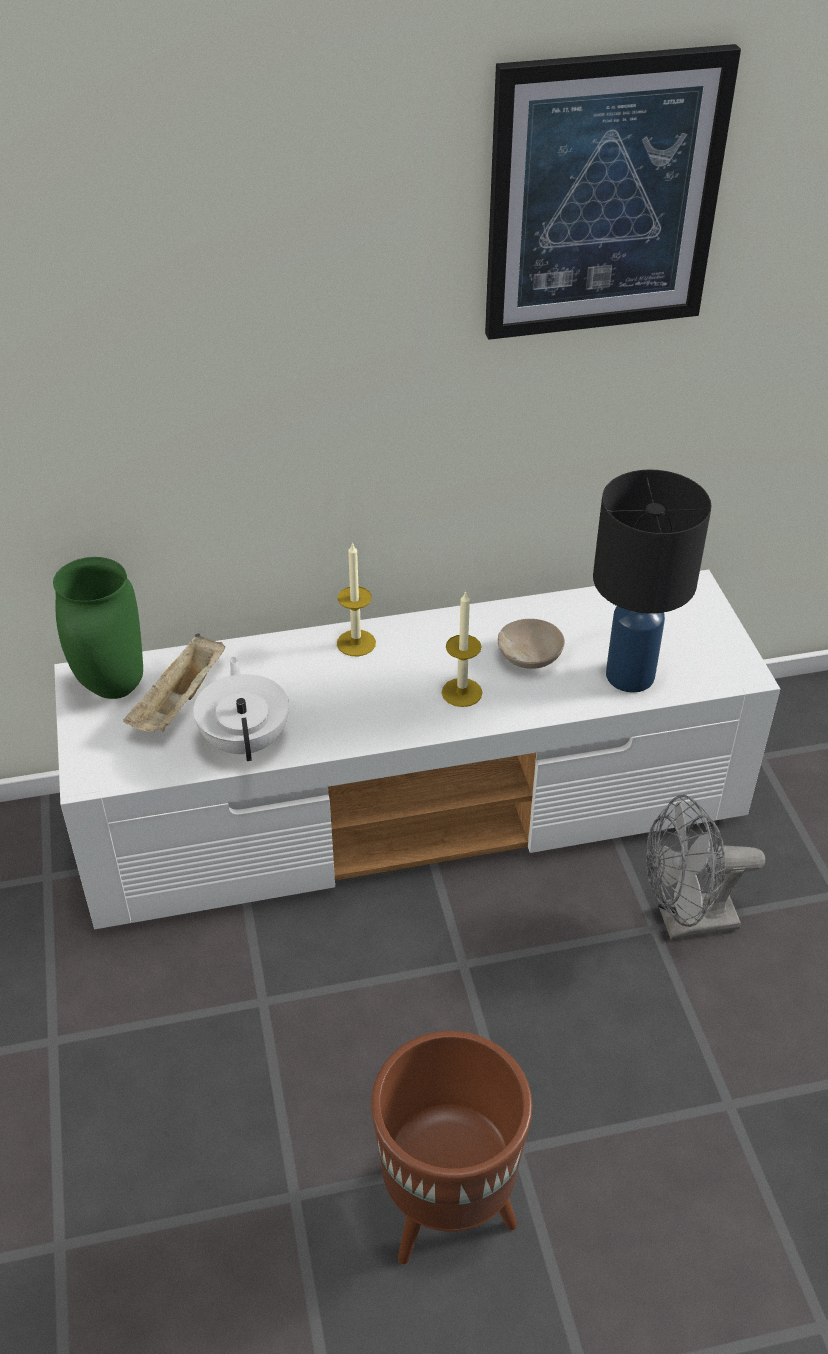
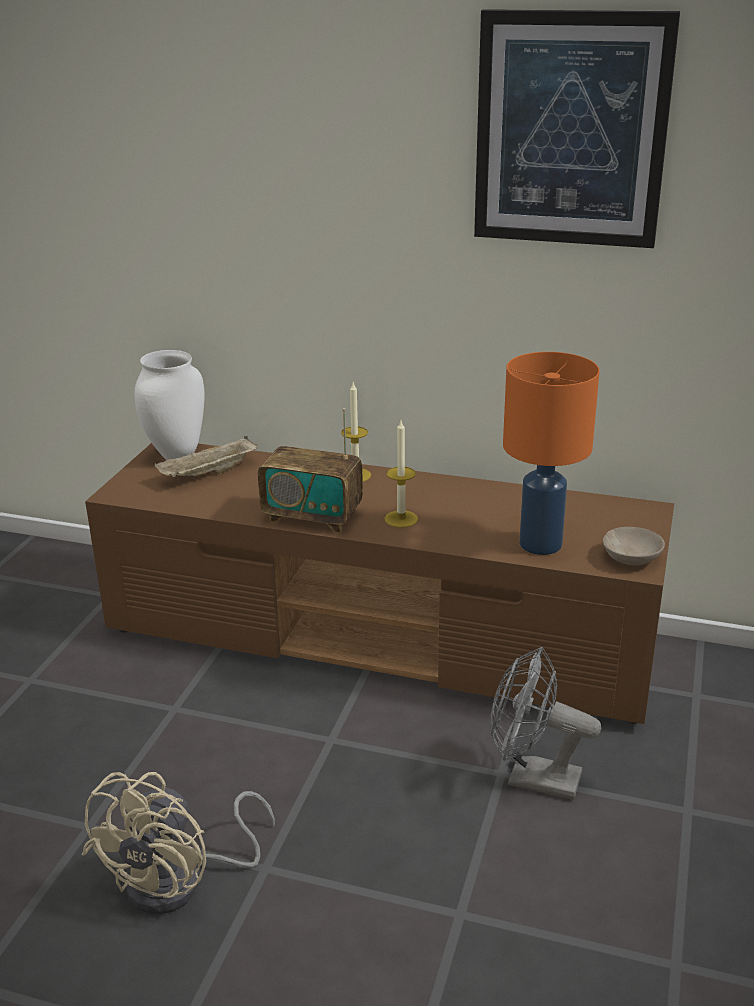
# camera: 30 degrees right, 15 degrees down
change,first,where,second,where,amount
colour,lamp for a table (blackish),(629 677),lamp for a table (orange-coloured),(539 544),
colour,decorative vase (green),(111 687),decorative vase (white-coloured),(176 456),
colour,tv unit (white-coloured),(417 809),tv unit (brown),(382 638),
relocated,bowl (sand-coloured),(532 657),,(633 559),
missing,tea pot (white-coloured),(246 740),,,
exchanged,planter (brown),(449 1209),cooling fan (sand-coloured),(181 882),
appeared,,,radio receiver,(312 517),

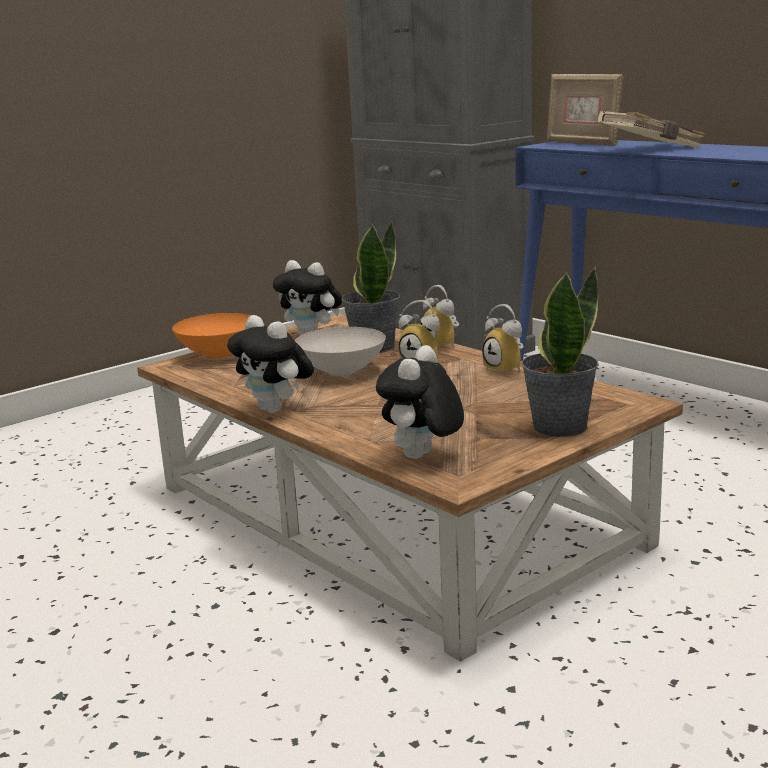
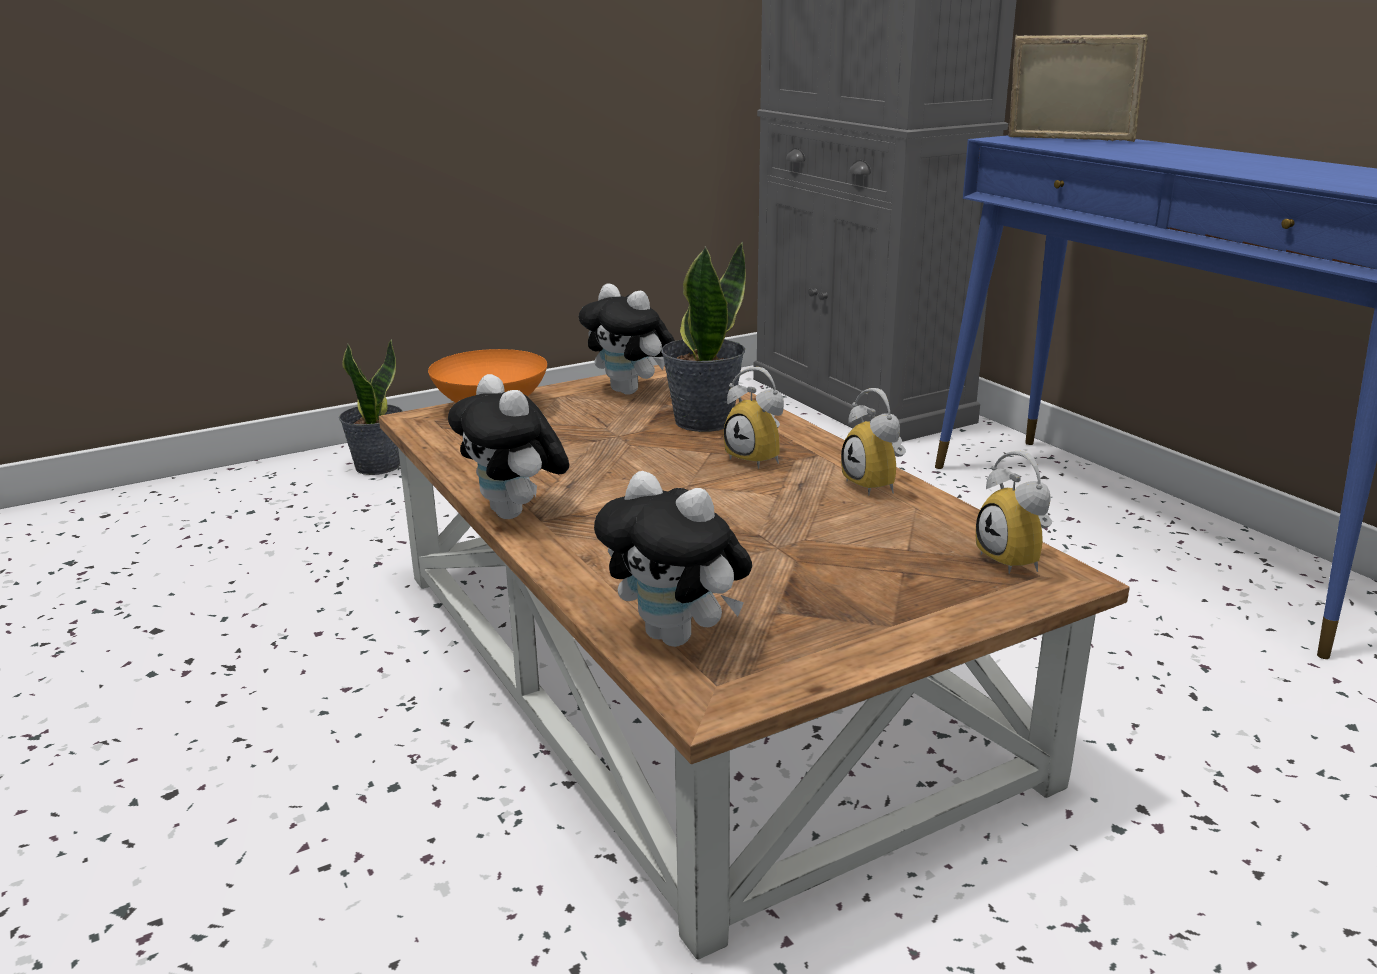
# camera: 10 degrees right, 5 degrees up
change,first,where,second,where,amount
spun,standing frame,(582 143),,(1069 140),150 degrees clockwise
missing,volume (sand-coloured),(651 149),,,
relocated,houseplant,(558 426),,(377 466),
relocated,alarm clock,(444 345),,(1018 560),
missing,bowl (white-coloured),(343 372),,,
spun,cuddly toy,(422 457),,(678 637),90 degrees counterclockwise

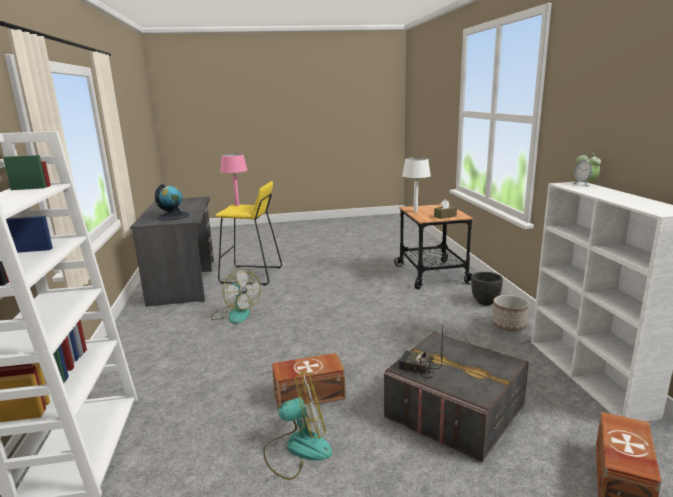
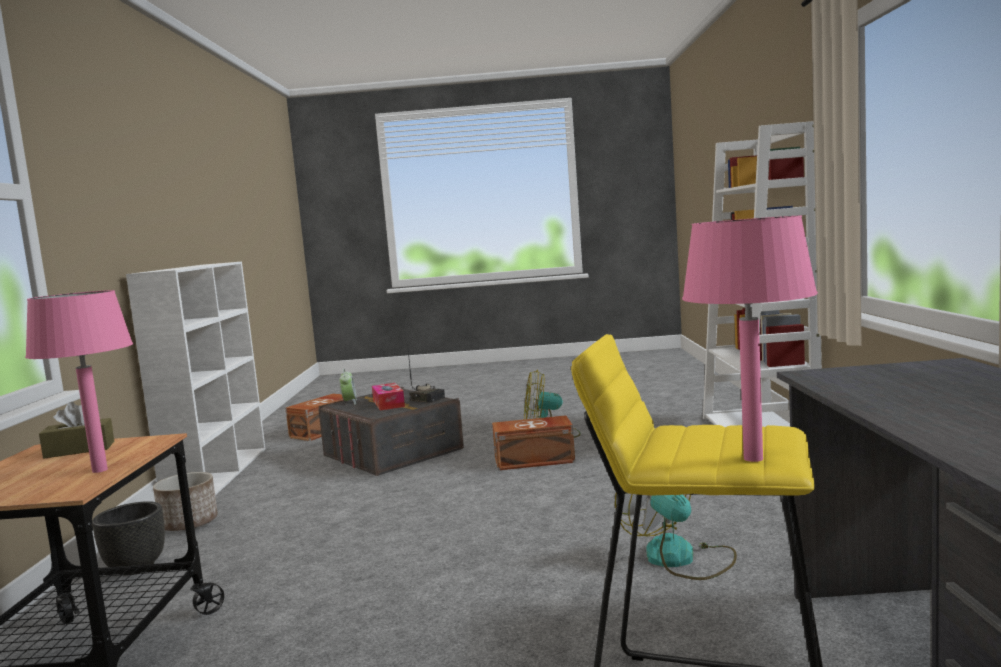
# camera: 170 degrees left, 10 degrees down
change,first,where,second,where,amount
relocated,alarm clock,(584 184),,(349 402),
colour,lamp for a table (white-coloured),(415 211),lamp for a table (pink-coloured),(100 470),
missing,world globe,(173 216),,,
appeared,,,tissue box,(388 403),

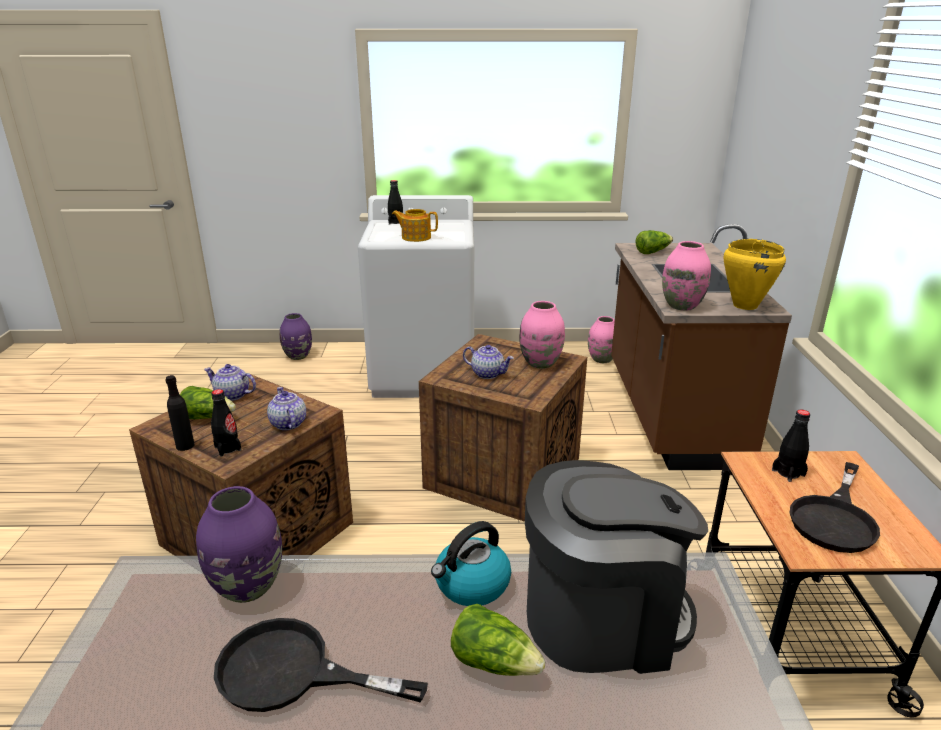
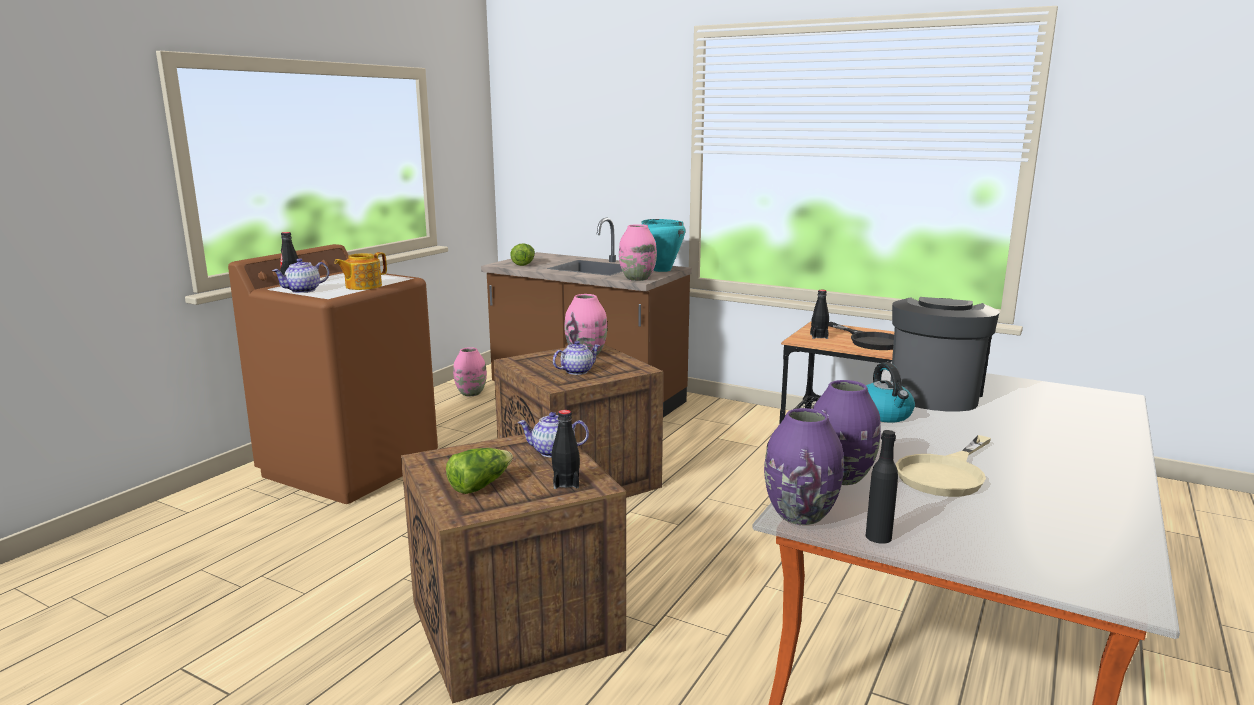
# camera: 60 degrees left, 10 degrees down
change,first,where,second,where,amount
colour,laundry machine (white-coloured),(424 374),laundry machine (brown),(351 466),
colour,stockpot (yellowish),(744 305),stockpot (turquoise),(661 270),
relocated,decorative vase (purple-coloured),(298 356),,(800 514),
relocated,tea pot,(232 395),,(303 290),
relocated,bottle (blackish),(185 445),,(878 537),
missing,lettuce,(494 662),,,
colour,skillet (blackish),(292 673),skillet (sand-coloured),(946 474),

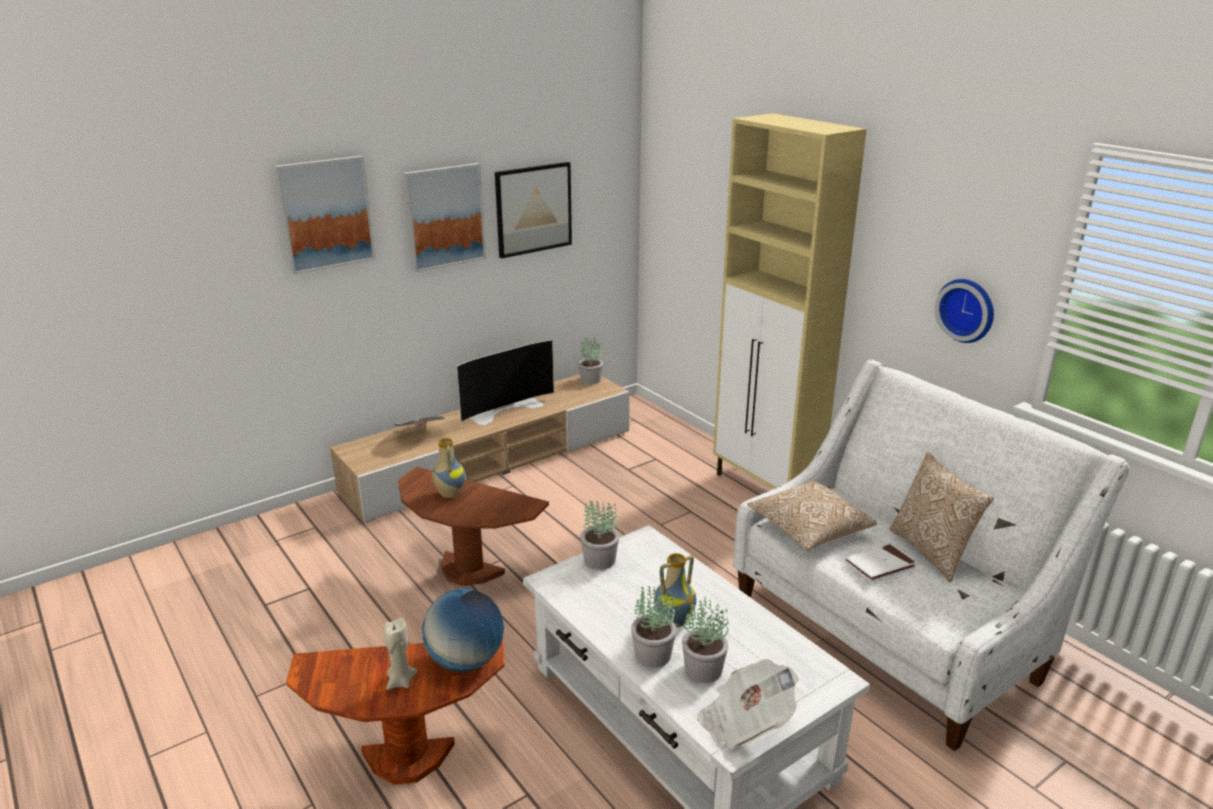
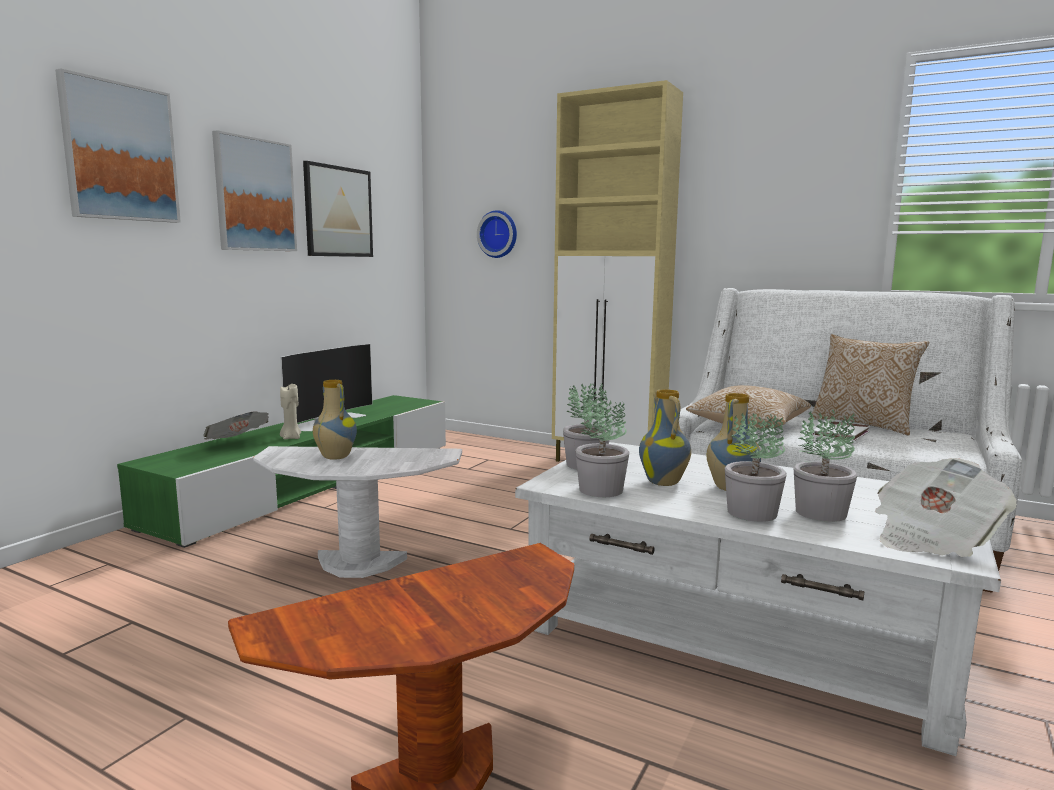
# camera: 25 degrees left, 15 degrees down
change,first,where,second,where,amount
relocated,clock on the wall,(967 309),,(498 234),
relocated,houseplant,(590 380),,(600 489),
colour,tv unit (sand-coloured),(492 461),tv unit (green),(315 482),
colour,side table (brown),(468 571),side table (white-coloured),(358 564),
missing,world globe,(466 661),,,
relocated,wax light (sand-coloured),(400 681),,(290 438),
appeared,,,decorative vase,(664 483),

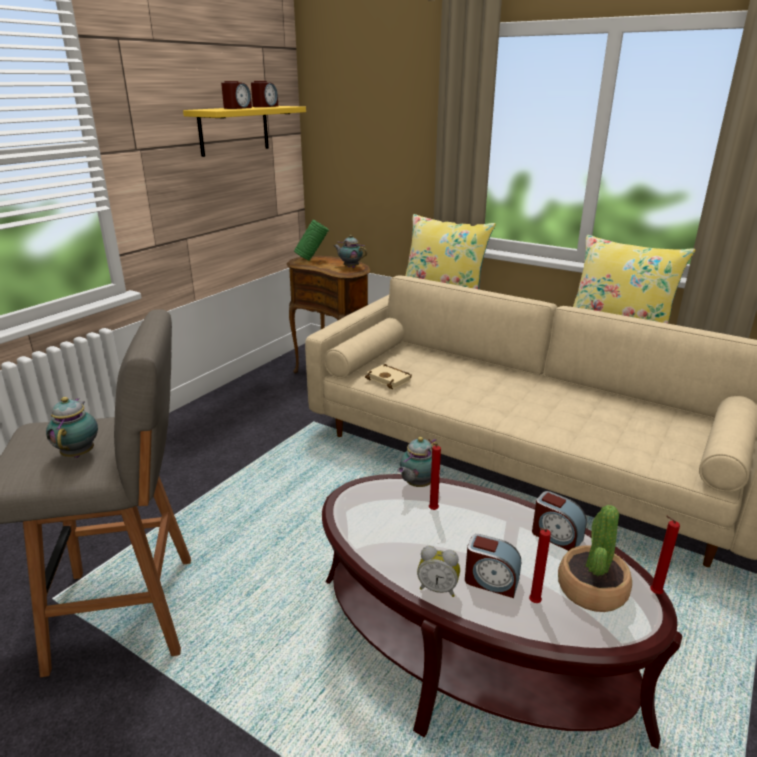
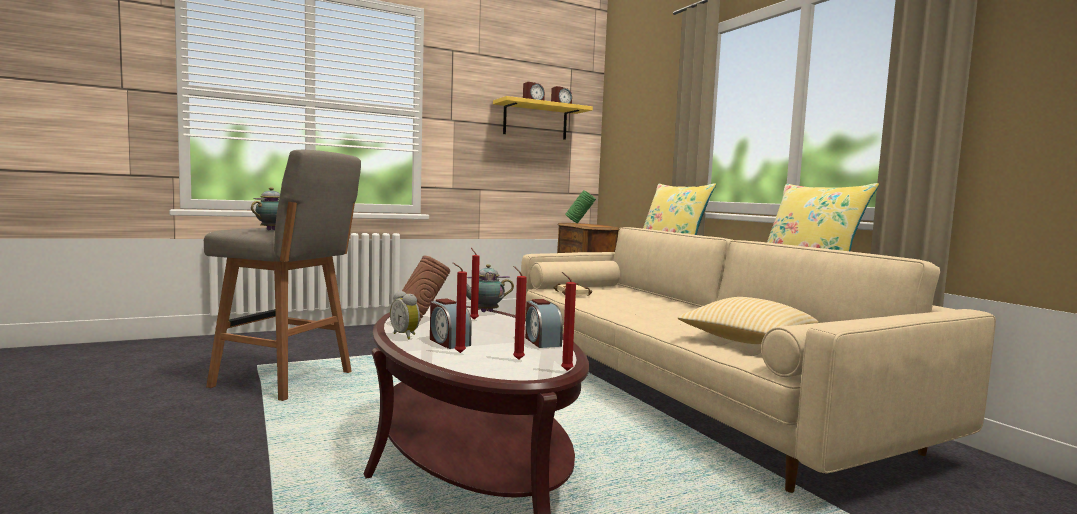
# camera: 30 degrees right, 20 degrees down
change,first,where,second,where,amount
missing,tea pot,(350 267),,,
exchanged,houseplant,(591 589),wax light (red-coloured),(517 359),
appeared,,,decorative vase (brown),(420 321),
appeared,,,throw pillow,(746 341),

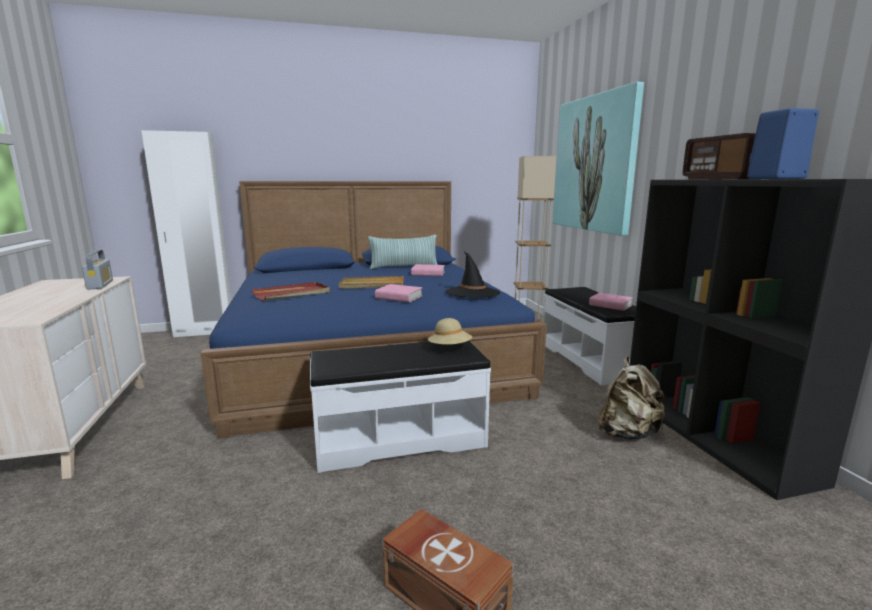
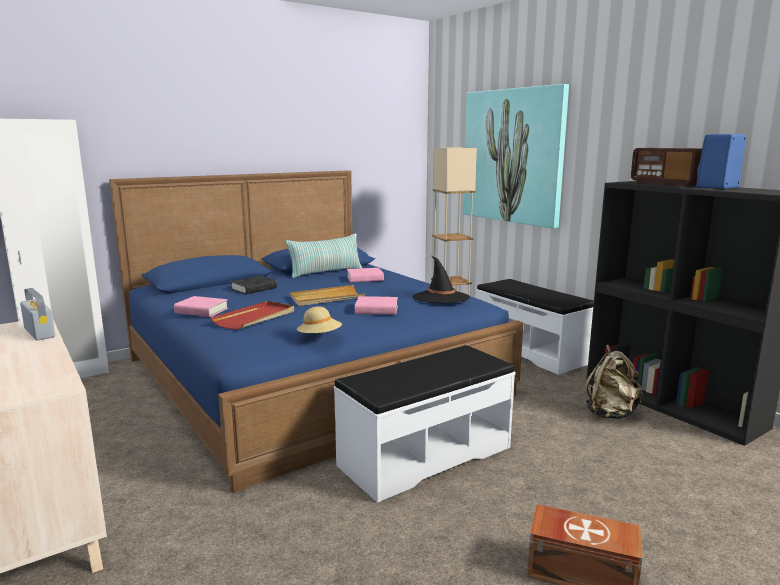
# camera: 20 degrees left, 0 degrees up
change,first,where,second,where,amount
relocated,volume (pink-coloured),(610 305),,(201 311),
relocated,hat (sand-coloured),(450 348),,(319 337),
appeared,,,volume (blackish),(254 289),

